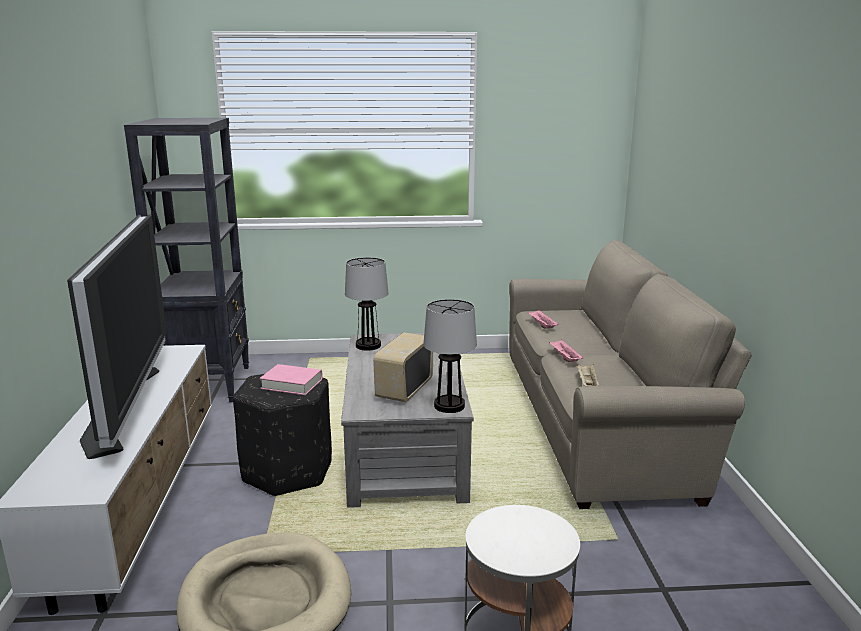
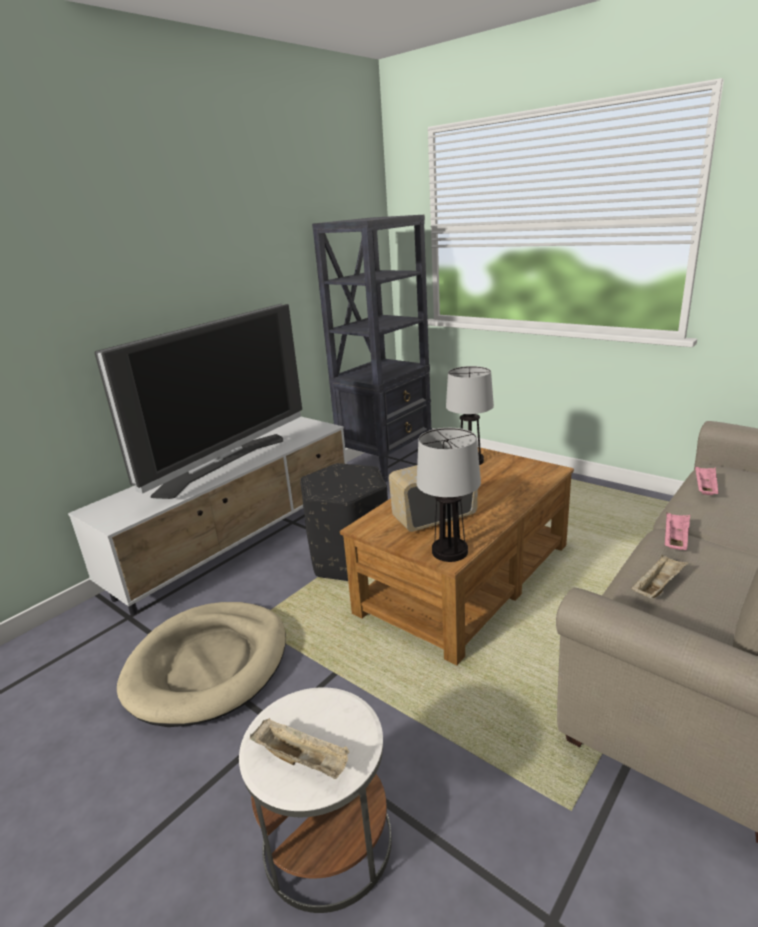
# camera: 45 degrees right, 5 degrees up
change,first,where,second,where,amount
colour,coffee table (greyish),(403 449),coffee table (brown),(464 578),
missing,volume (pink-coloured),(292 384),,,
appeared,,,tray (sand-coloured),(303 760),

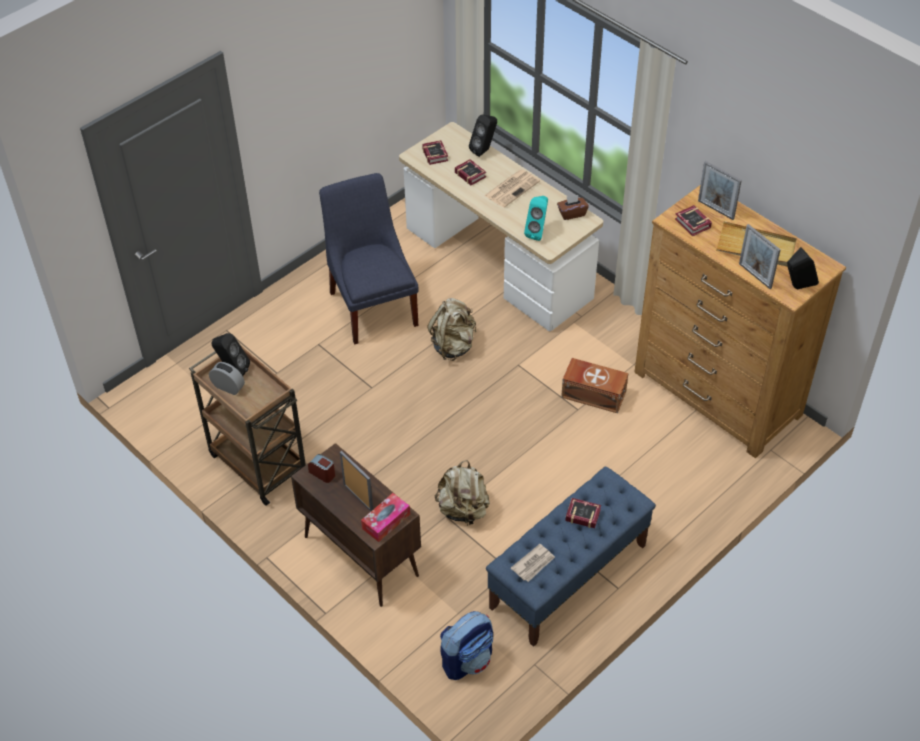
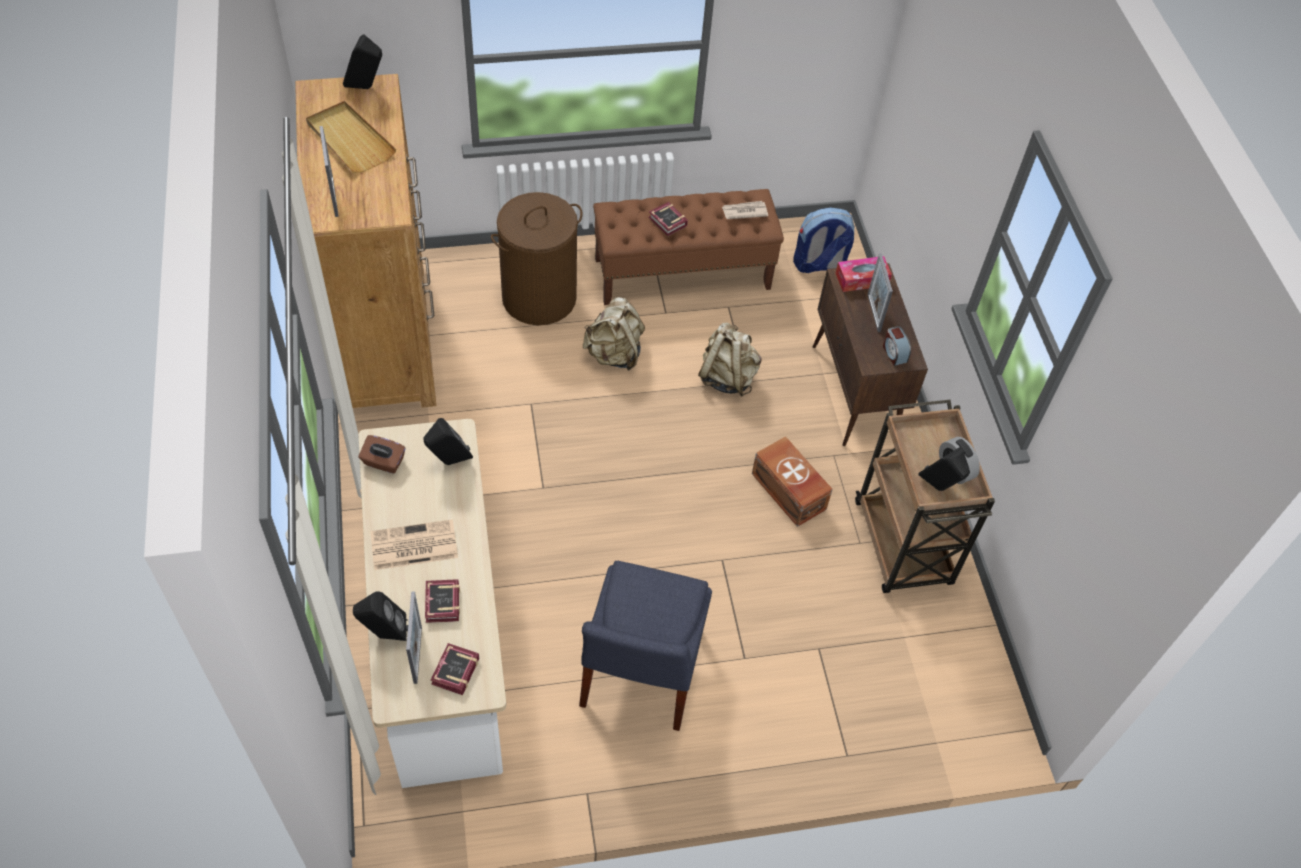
# camera: 150 degrees left, 5 degrees up
change,first,where,second,where,amount
colour,audio speaker (turquoise),(537 232),audio speaker (blackish),(449 462),
missing,volume,(693 224),,,
relocated,standing frame,(755 276),,(417 655),
relocated,knapsack (sand-coloured),(453 345),,(614 354),
relocated,storage bin (brown),(593 393),,(788 492),
colour,long seat (bluish),(568 577),long seat (brown),(683 274),
appeared,,,laundry basket (brown),(539 297),

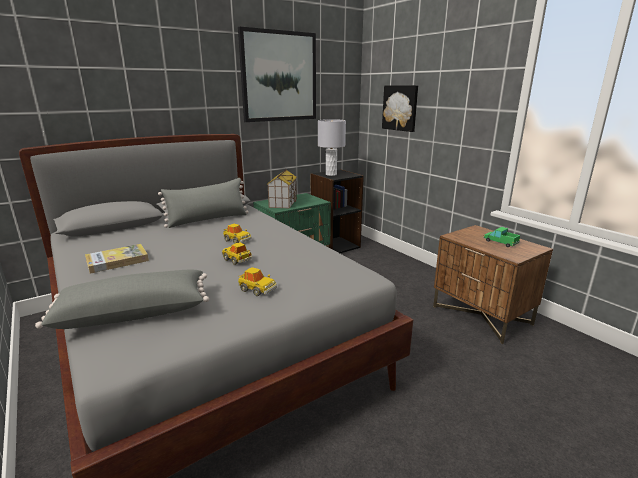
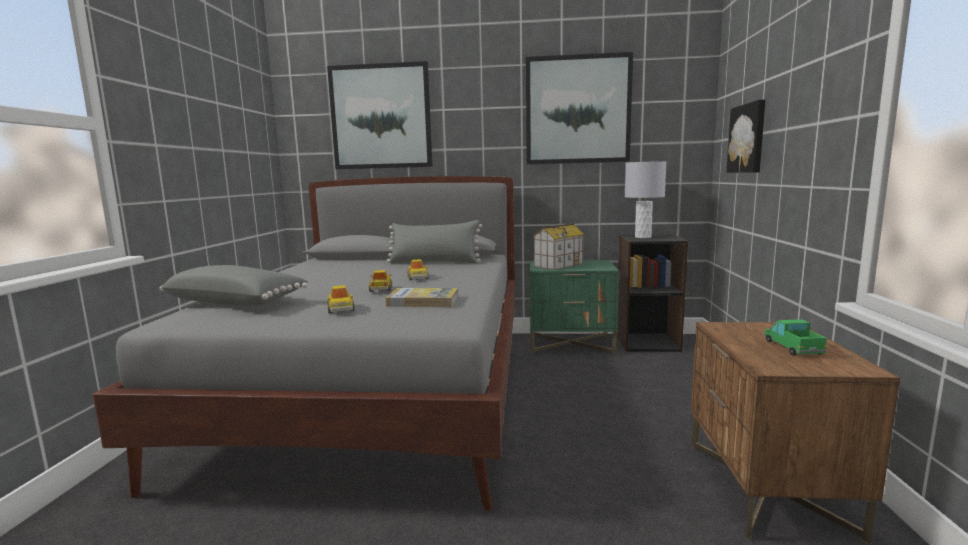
# camera: 40 degrees right, 10 degrees down
change,first,where,second,where,amount
relocated,volume,(117 261),,(423 301),
appeared,,,picture,(381 117),

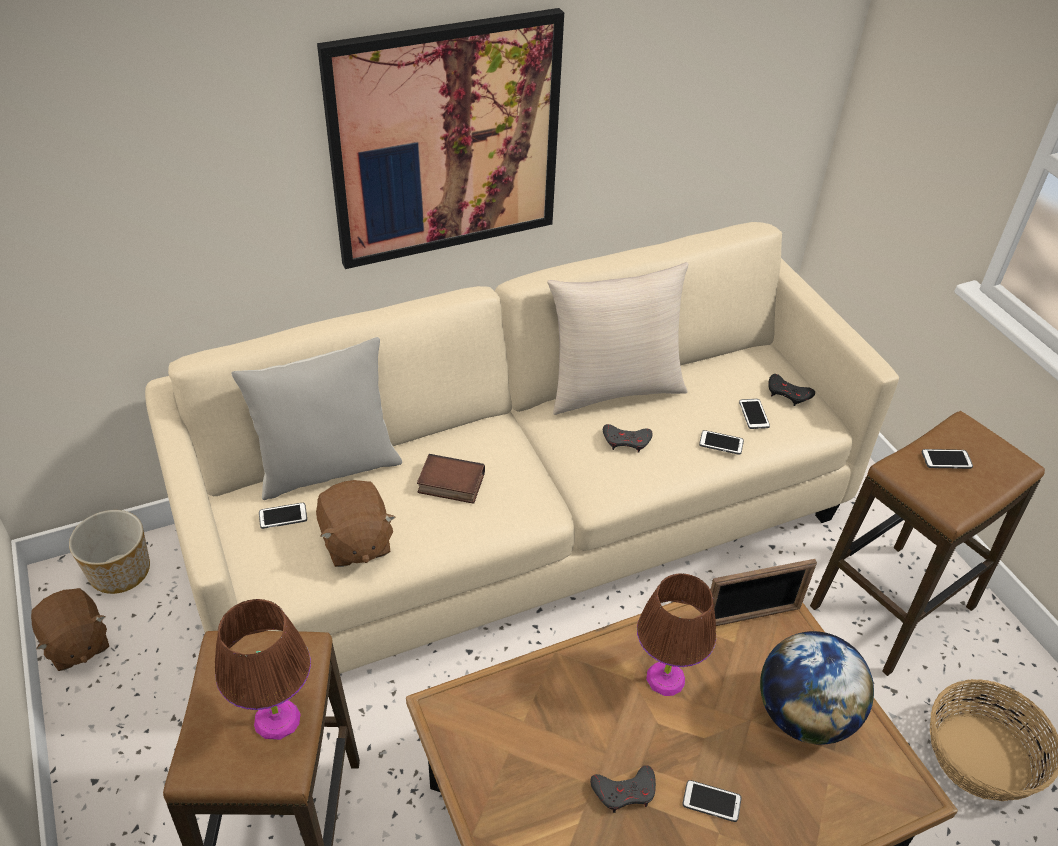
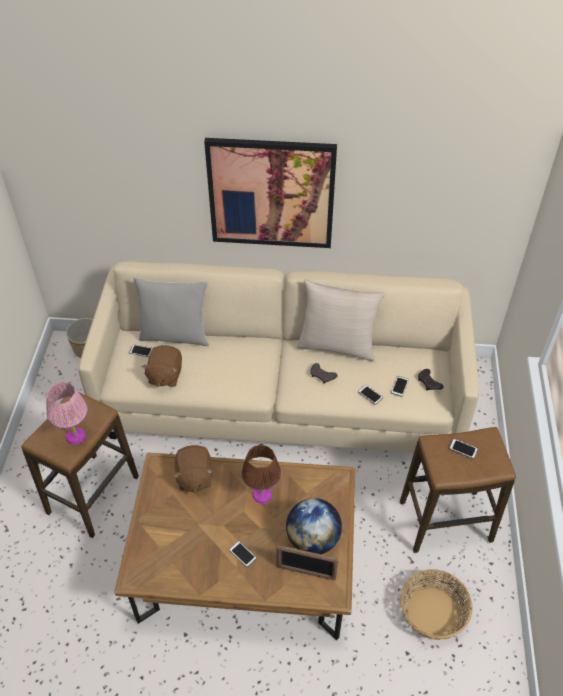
# camera: 30 degrees right, 5 degrees up
change,first,where,second,where,amount
missing,volume,(449 484),,,
relocated,standing frame,(751 617),,(306 572),
relocated,cuddly toy (brown),(76 644),,(194 477),
colour,lamp for a table (brown),(277 718),lamp for a table (pink-coloured),(76 436),
missing,game controller (greyish),(625 791),,,

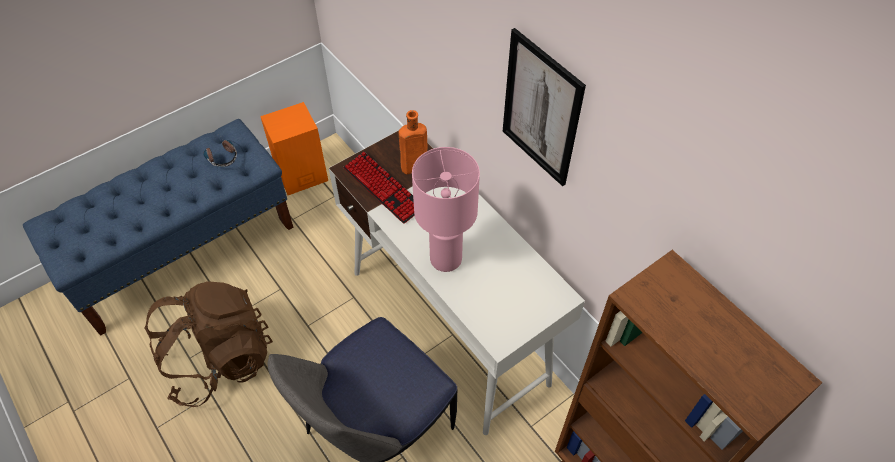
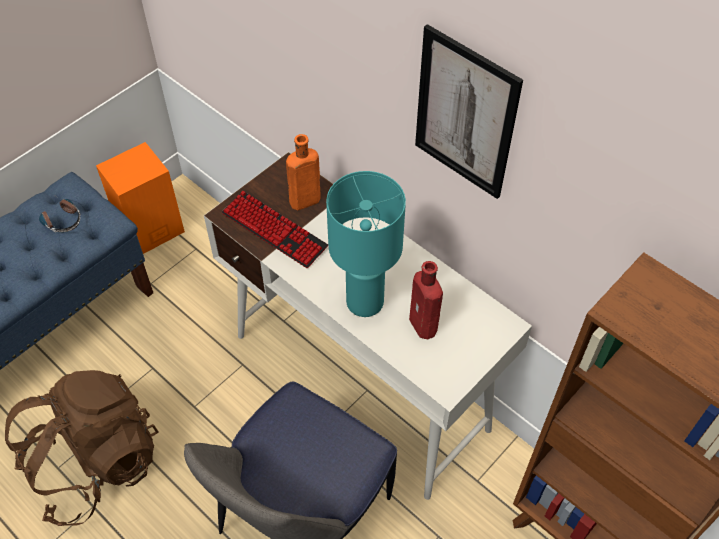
# camera: 10 degrees left, 0 degrees up
change,first,where,second,where,amount
colour,lamp for a table (pink-coloured),(446 258),lamp for a table (turquoise),(365 301),
appeared,,,bottle (red-coloured),(424 326),

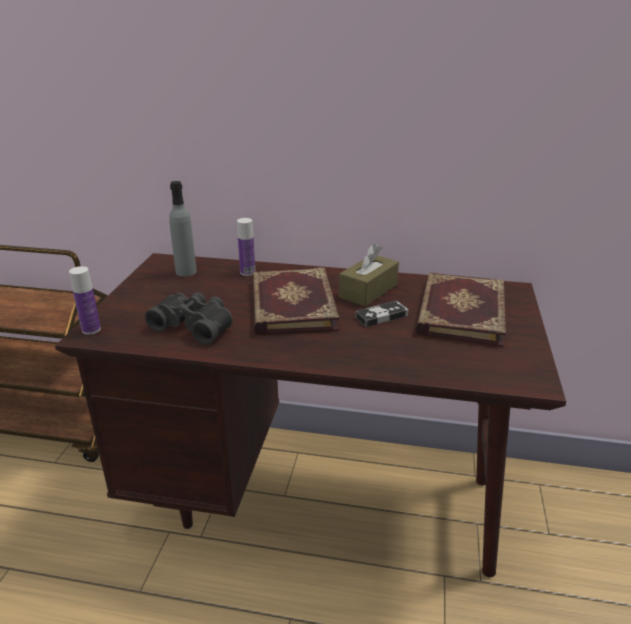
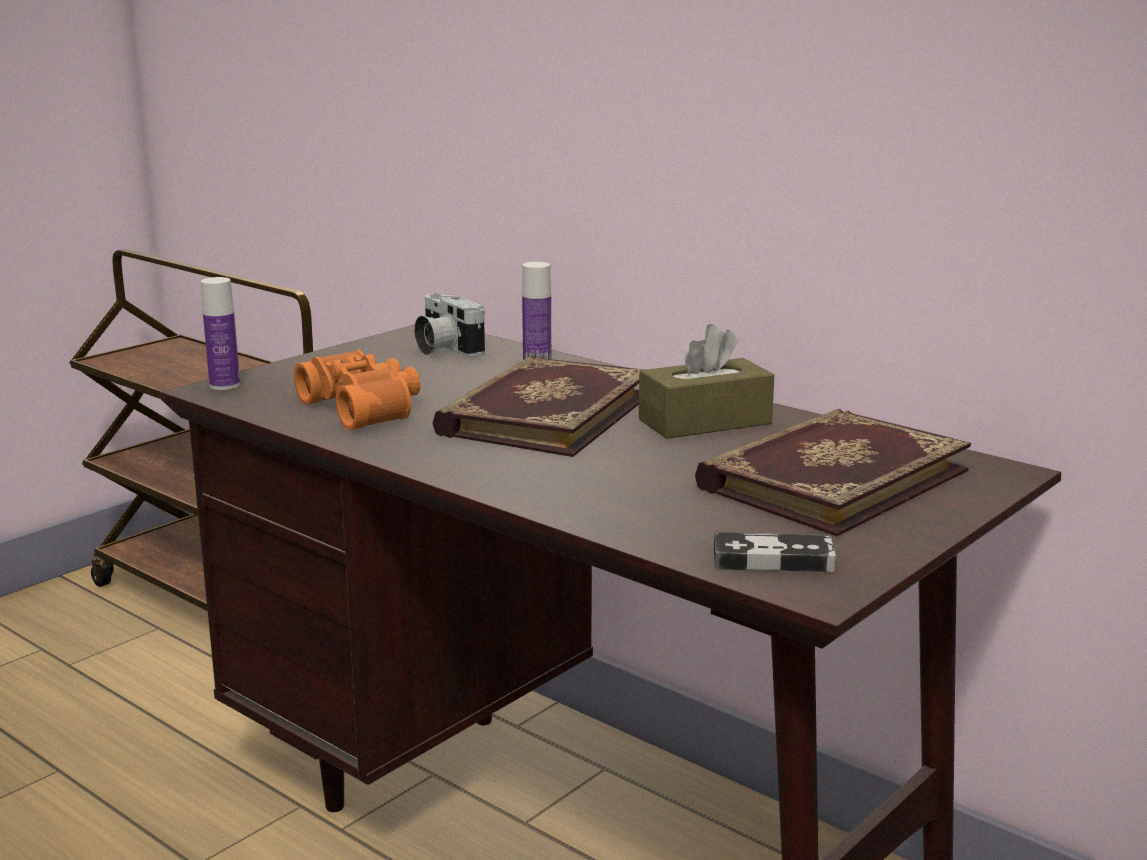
# camera: 30 degrees right, 10 degrees down
change,first,where,second,where,amount
exchanged,bottle (greyish),(186 272),still camera,(444 349),
colour,binoculars (blackish),(195 325),binoculars (orange-coloured),(365 408),
relocated,game controller,(381 316),,(773 560),

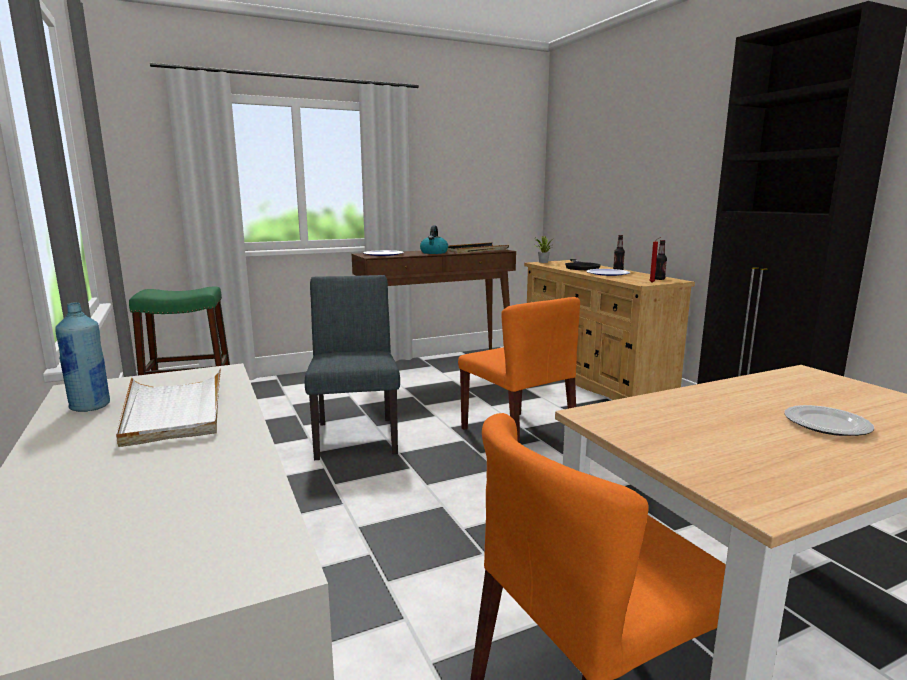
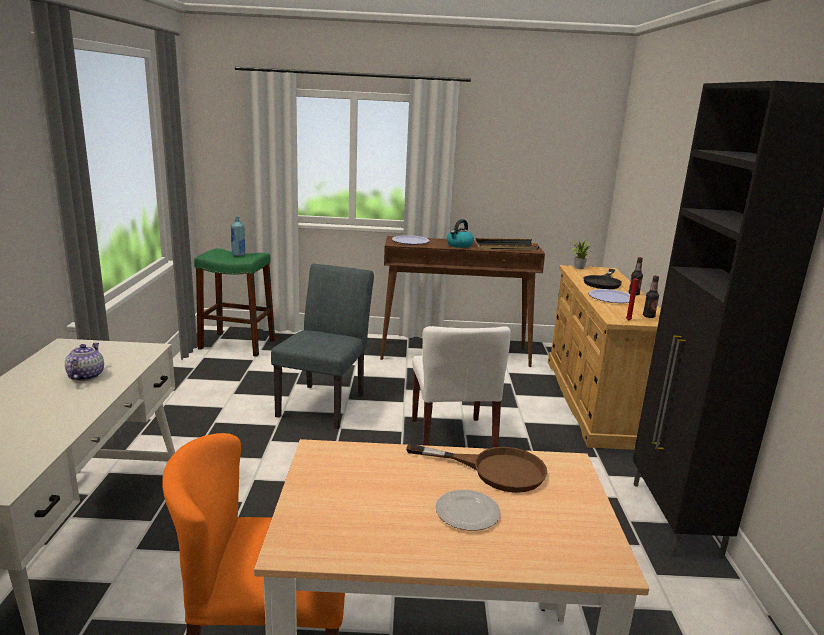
# camera: 25 degrees right, 5 degrees up
change,first,where,second,where,amount
colour,chair (orange-coloured),(518 435),chair (white-coloured),(452 440),
relocated,bottle (bluish),(90 406),,(238 255),
exchanged,tray (white-coloured),(174 410),tea pot,(85 376),
appeared,,,skillet (brown),(494 469),

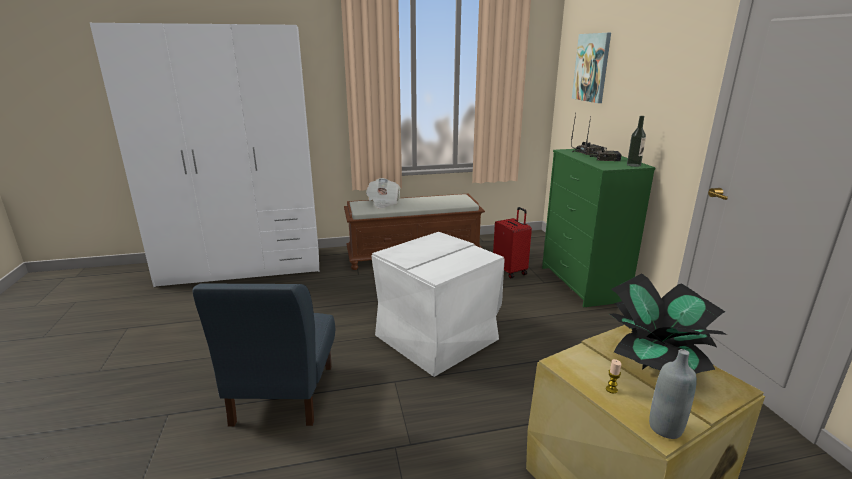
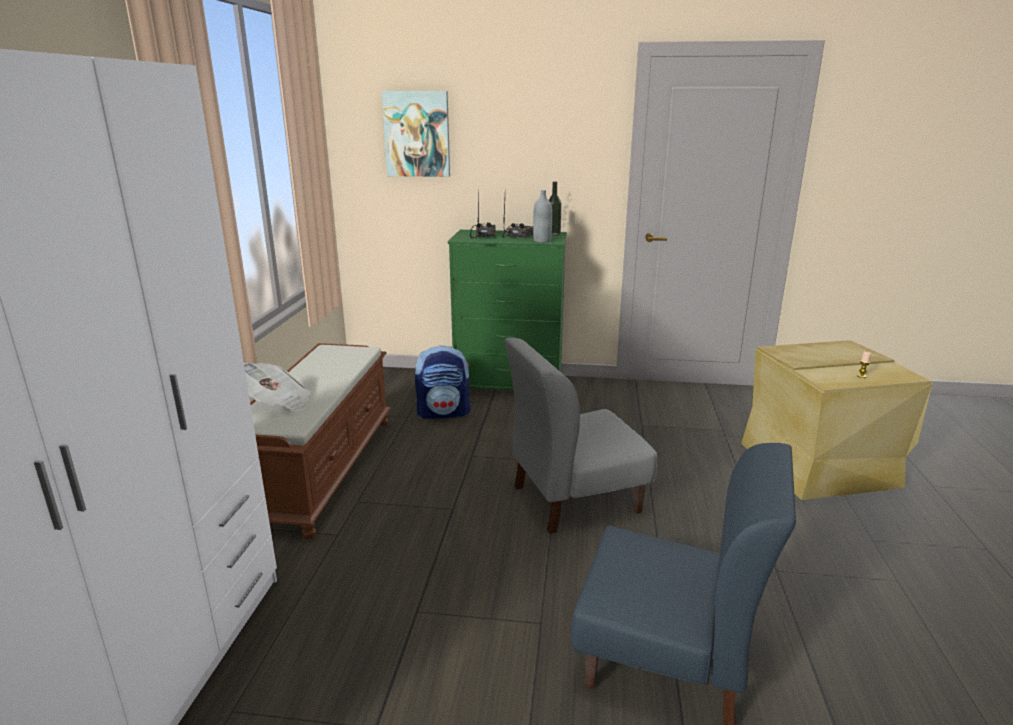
# camera: 70 degrees left, 0 degrees up
change,first,where,second,where,amount
exchanged,suitcase (red-coloured),(510 271),knapsack,(444 413),
exchanged,storage bin (white-coloured),(438 337),chair (greyish),(574 498),
missing,houseplant,(656 362),,,
relocated,bottle (greyish),(665 428),,(542 241),

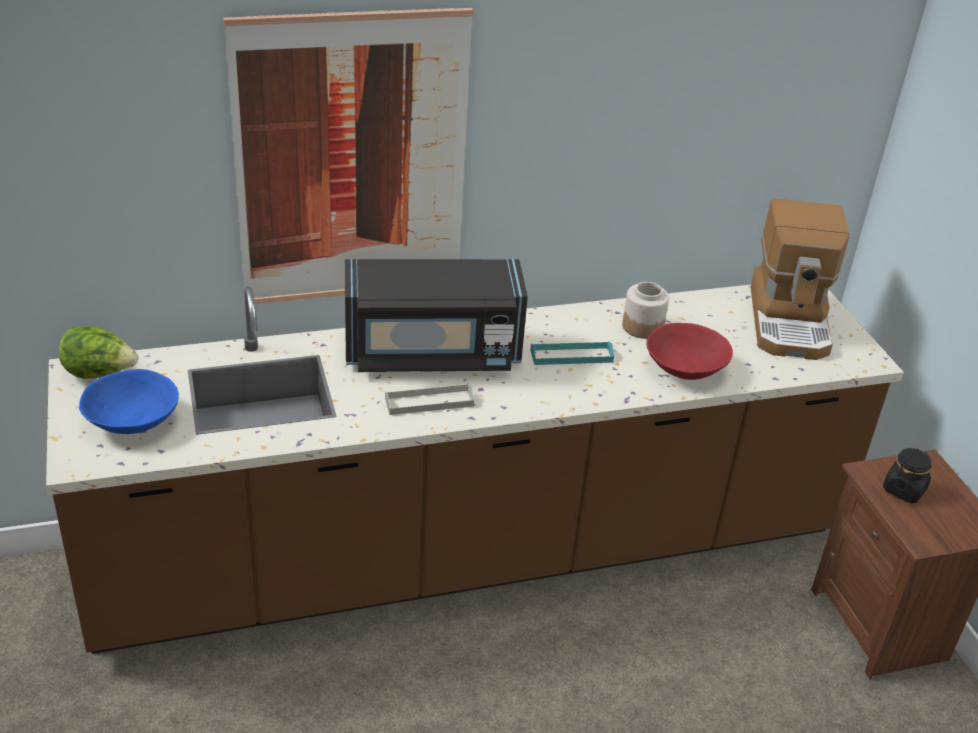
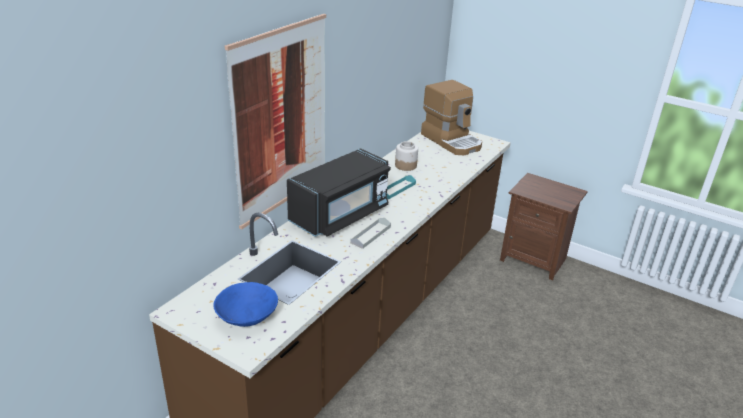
# camera: 40 degrees left, 5 degrees down
change,first,where,second,where,amount
missing,bowl (red-coloured),(685 369),,,
missing,lettuce,(100 374),,,
missing,jar (blackish),(904 489),,,

